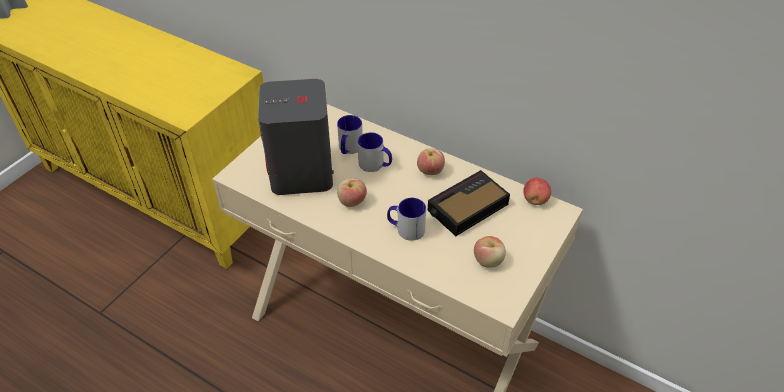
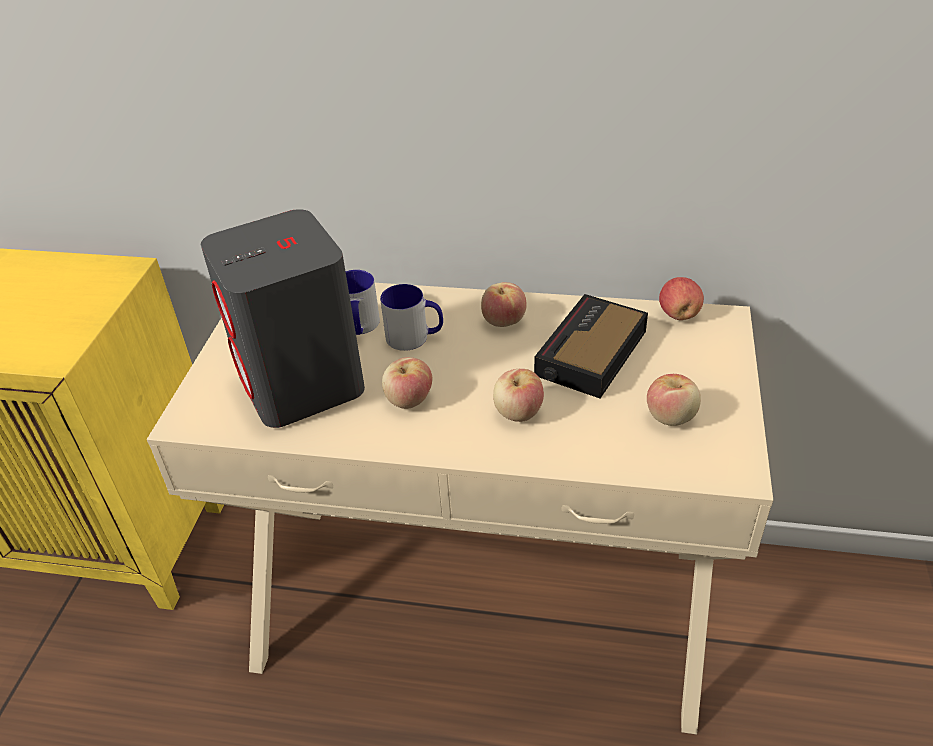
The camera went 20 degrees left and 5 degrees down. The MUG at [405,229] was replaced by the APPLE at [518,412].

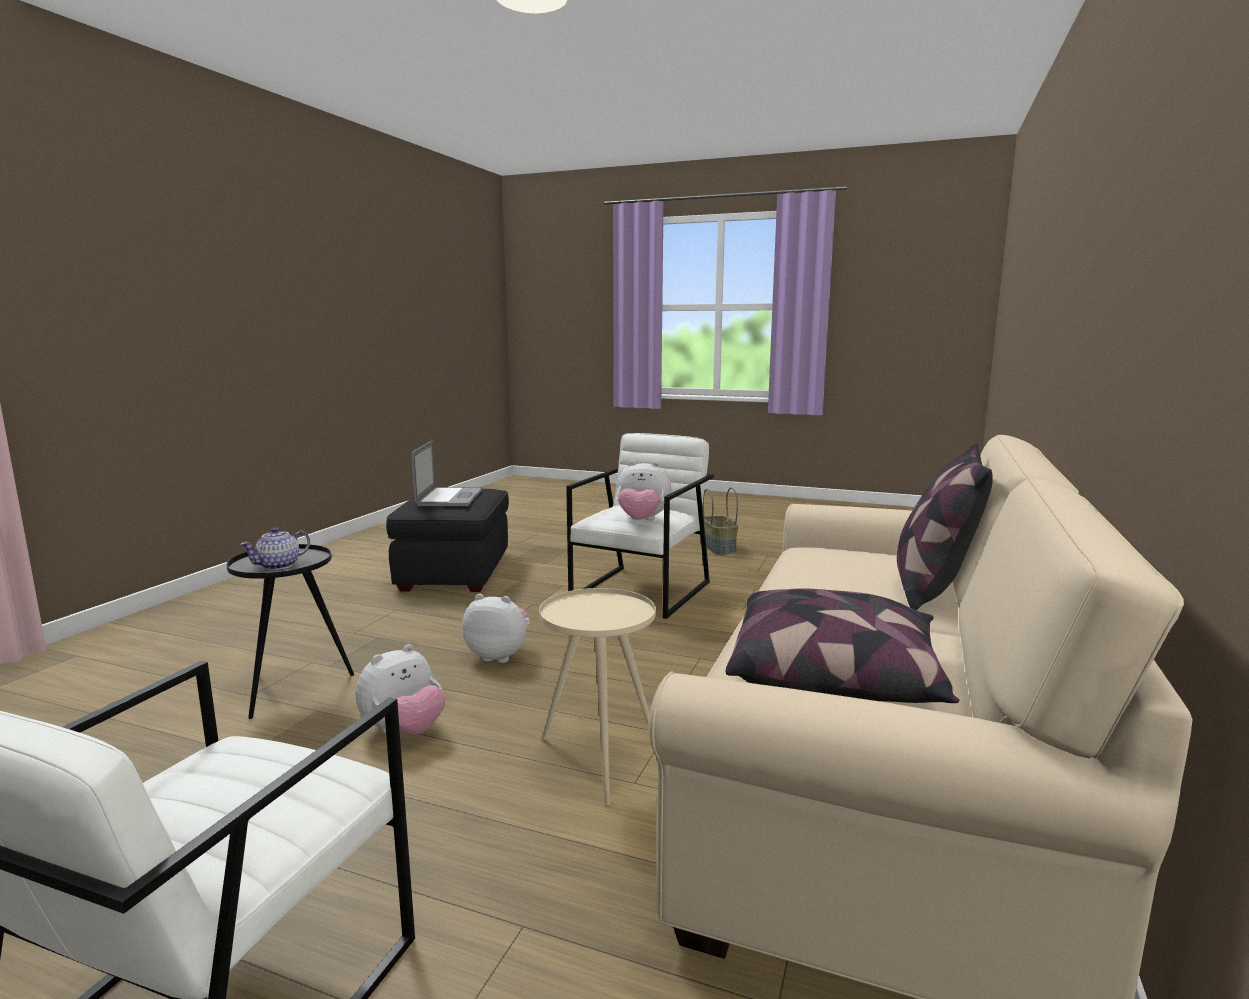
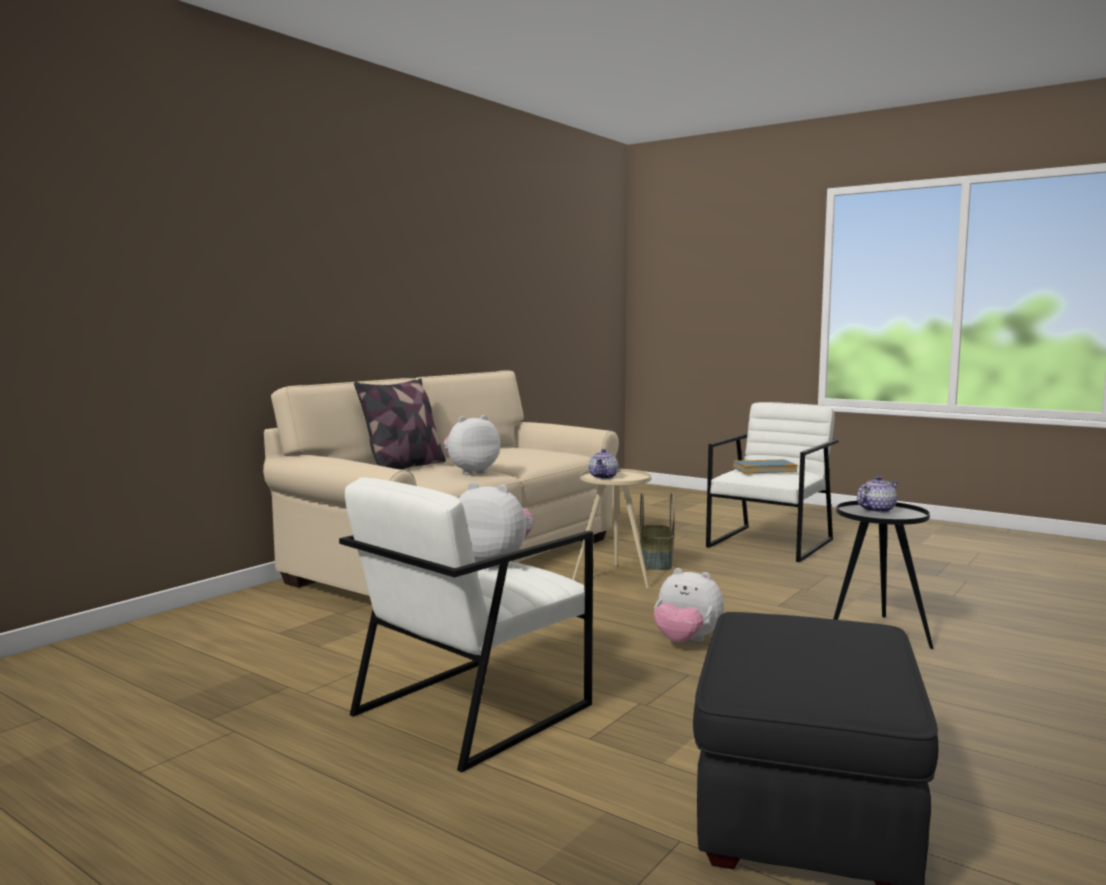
The camera went 165 degrees left and 5 degrees down. The SOFT TOY moved from [404,730] to [470,472]. The POT FOR TEA at [603,477] appeared. The HOUSEHOLD BASKET moved from [719,547] to [655,562]. The VOLUME at [764,469] appeared. The NOTEBOOK COMPUTER at [449,497] disappeared. The THROW PILLOW at [835,677] disappeared.

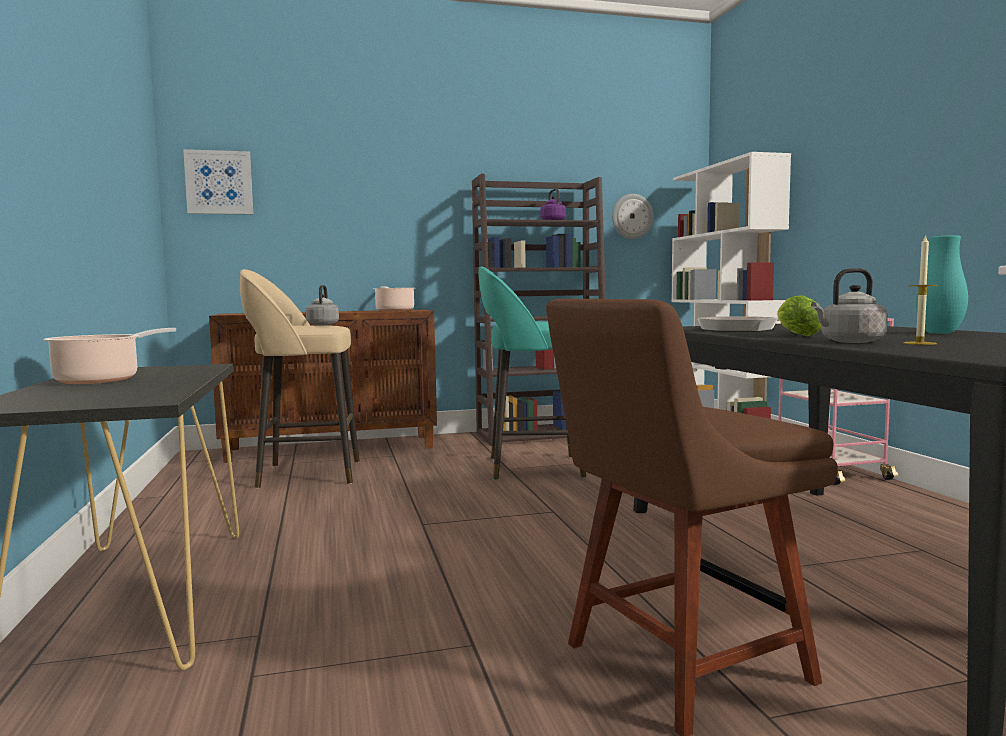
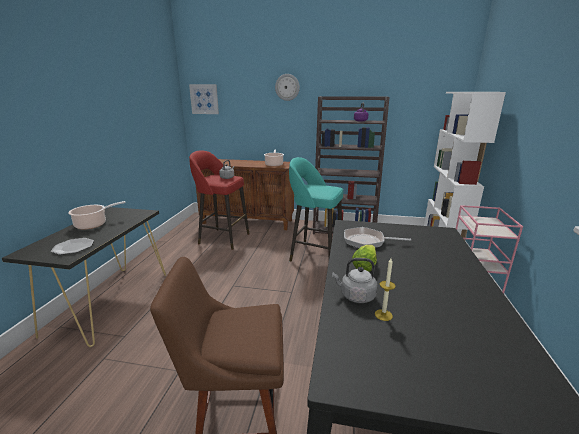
The camera went 25 degrees right and 15 degrees up. The PLATE at [73,247] appeared. The SAND-COLOURED STOOL at [306,474] became the RED-COLOURED STOOL at [223,238]. The HANGING CLOCK moved from [632,216] to [287,87]. The TURQUOISE FLOWER VASE at [939,333] disappeared.

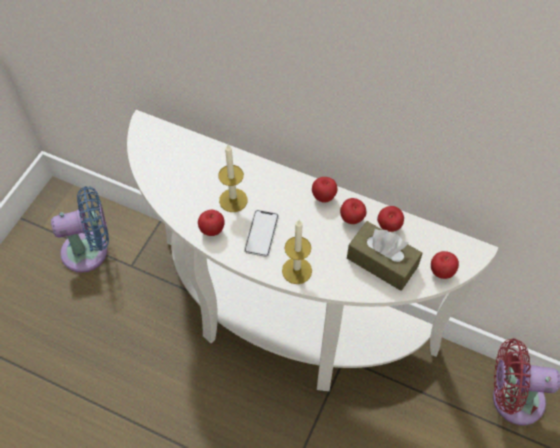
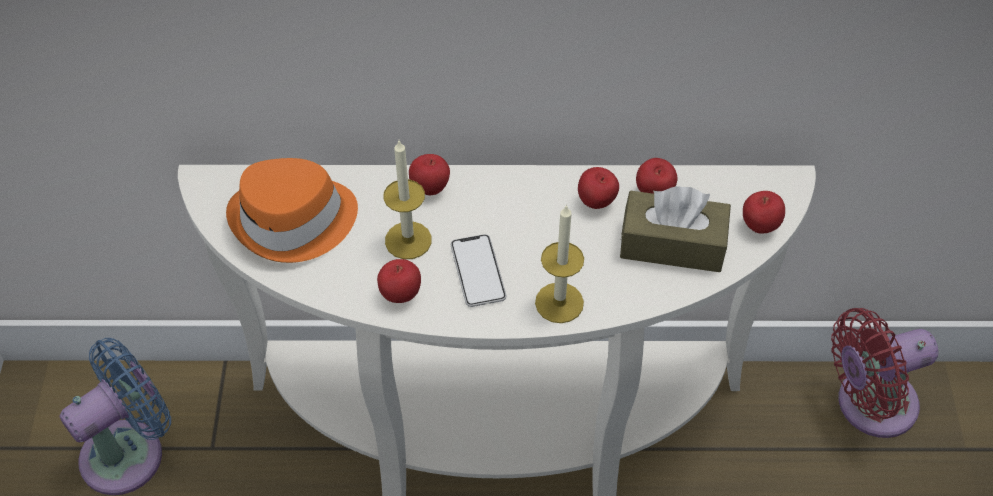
The camera went 25 degrees left and 5 degrees down. The ORANGE HAT at [294,221] appeared. The APPLE moved from [324,197] to [430,188].

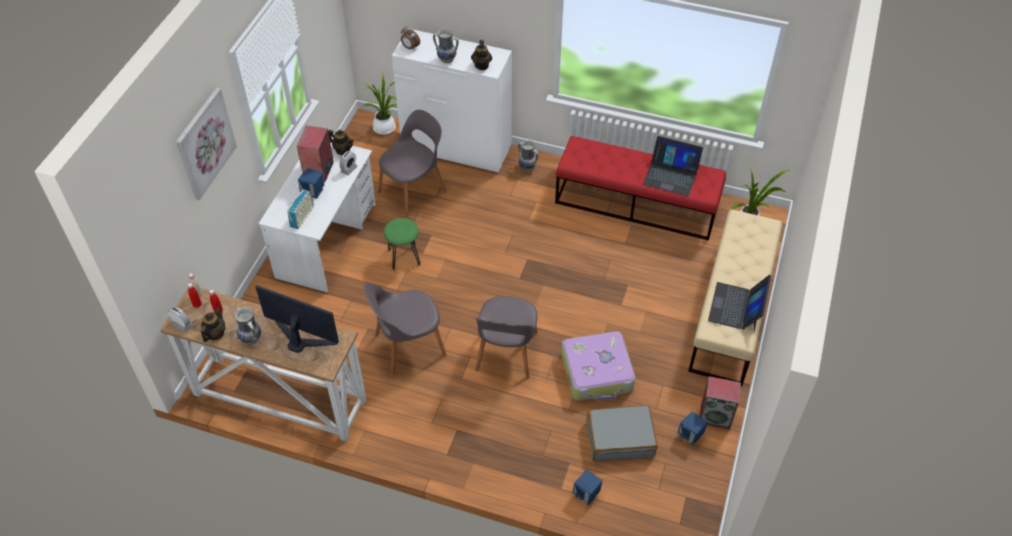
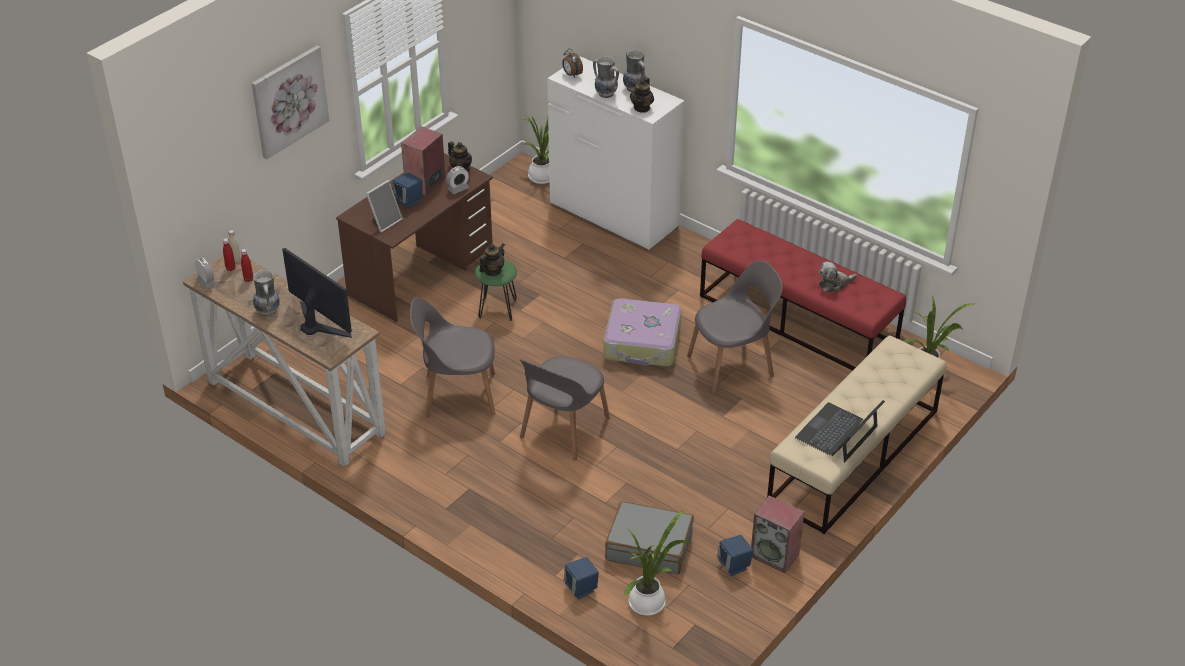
The camera went 20 degrees right and 10 degrees down. The WHITISH DESK TABLE at [327,240] became the BROWNISH DESK TABLE at [421,273]. The RADIO RECEIVER at [302,217] was replaced by the PHOTO FRAME at [384,221]. The POT FOR TEA moved from [215,334] to [492,271]. The SUITCASE moved from [597,373] to [643,343]. The FLOWER VASE moved from [527,167] to [634,88]. The HOUSEPLANT at [650,602] appeared. The GREYISH UPRIGHT CHAIR moved from [413,191] to [732,365]. The NOTEBOOK COMPUTER at [671,175] was replaced by the SOFT TOY at [834,284].

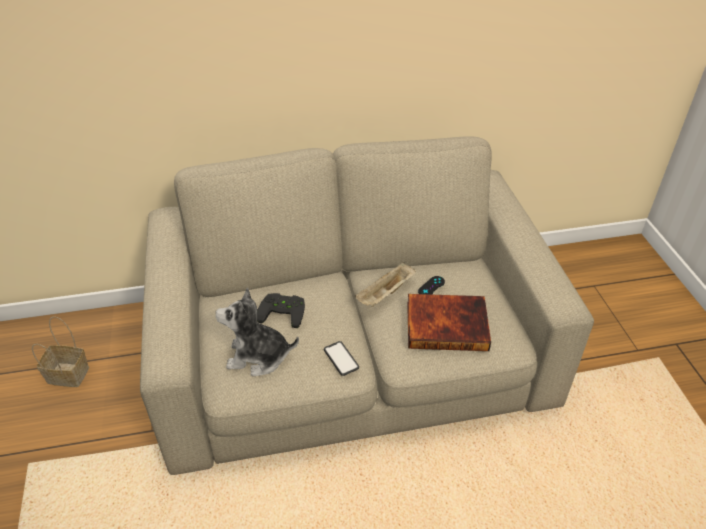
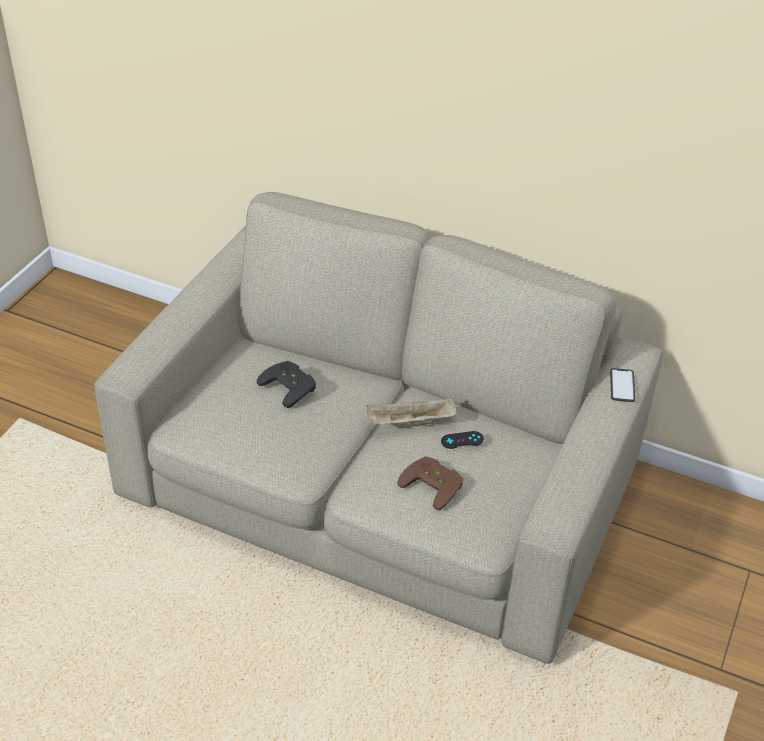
The camera went 35 degrees right and 0 degrees up. The VOLUME at [447,324] was replaced by the BROWNISH JOYPAD at [434,484]. The PHONE moved from [341,358] to [622,386]. The HOUSEHOLD BASKET at [66,375] disappeared. The SOFT TOY at [258,357] disappeared.

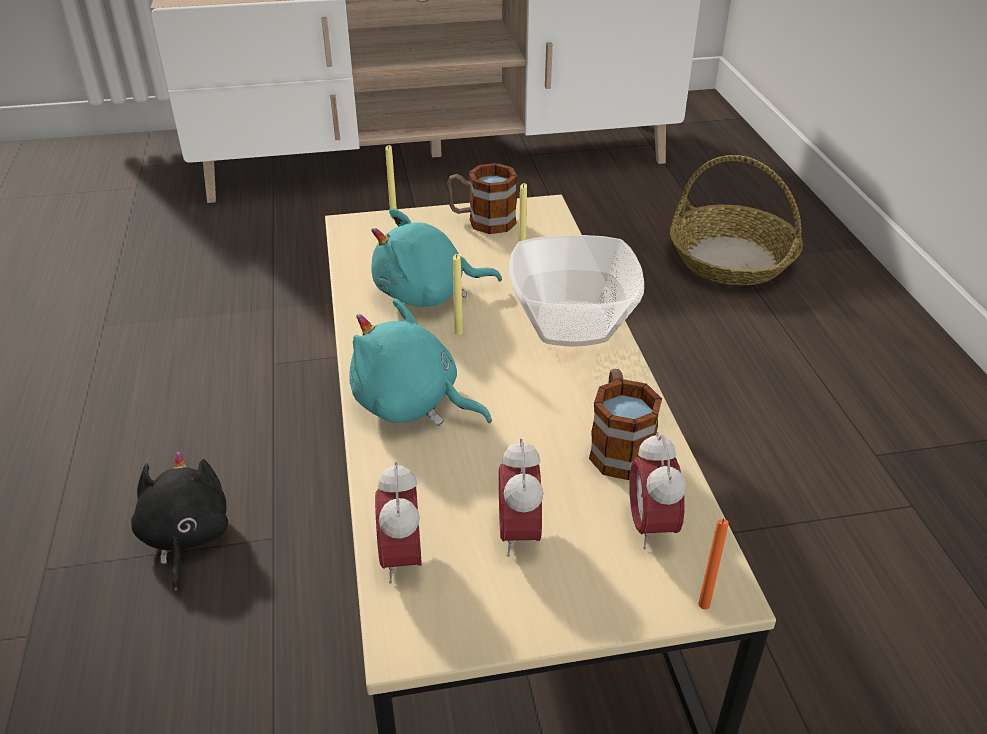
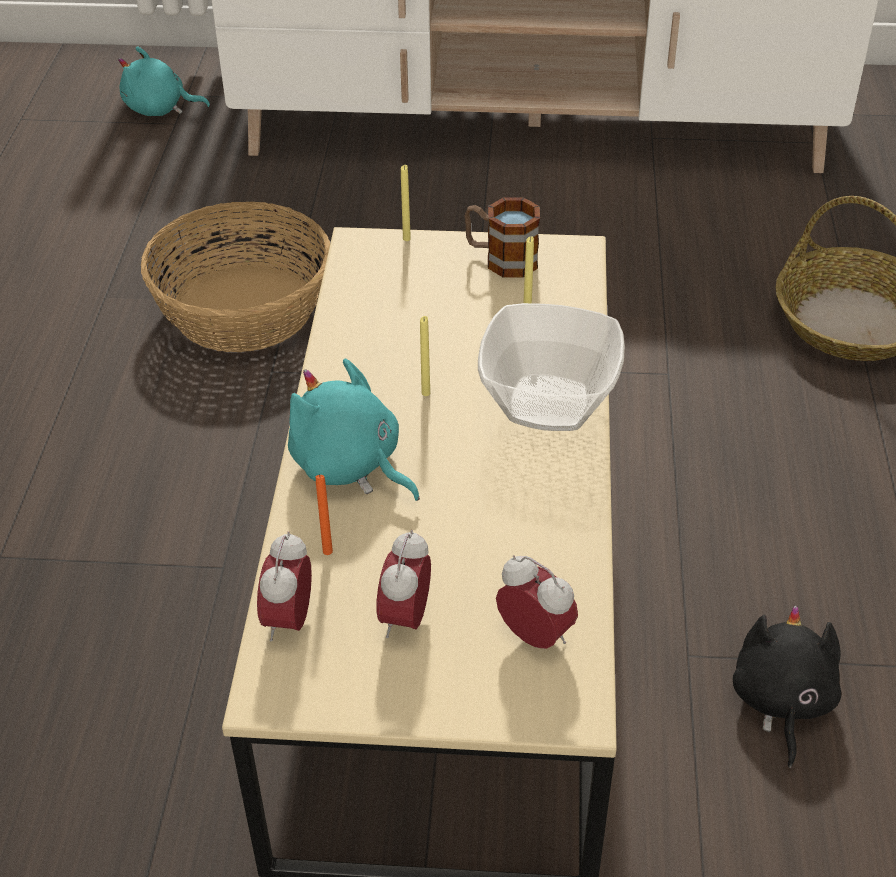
The camera went 15 degrees right and 5 degrees up. The TURQUOISE SOFT TOY moved from [427,294] to [159,109]. The HOUSEHOLD BASKET at [243,310] appeared. The ORANGE CANDLE moved from [704,604] to [327,551]. The TABLE CLOCK at [651,526] turned 120 degrees clockwise. The BLACKISH SOFT TOY moved from [185,537] to [781,701]. The MUG at [618,446] disappeared.

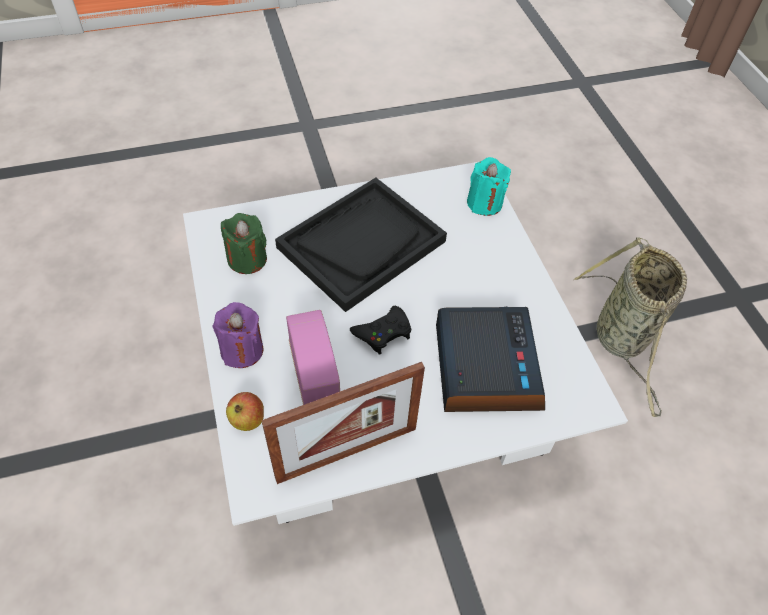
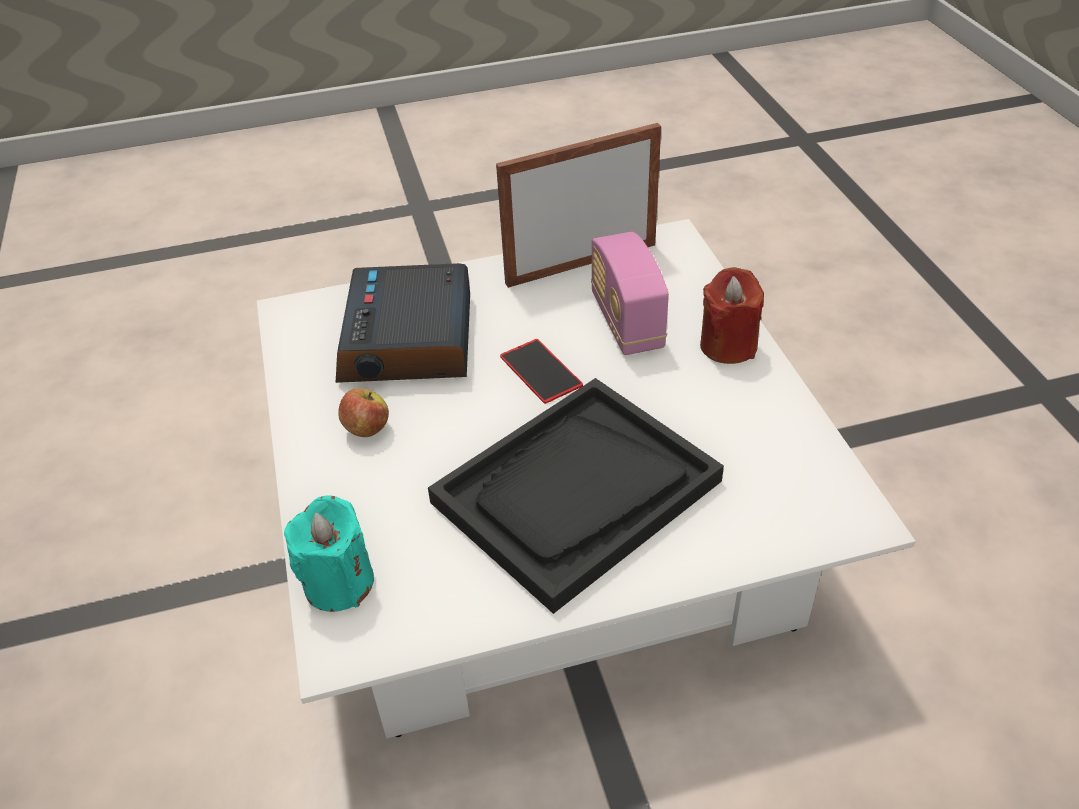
The camera went 175 degrees left and 10 degrees down. The APPLE moved from [247,420] to [366,429]. The BLACKISH JOYPAD at [383,333] was replaced by the PHONE at [540,371]. The PURPLISH CANDLE at [242,350] became the RED-COLOURED CANDLE at [728,345]. The GREEN-COLOURED CANDLE at [247,259] disappeared. The HOUSEHOLD BASKET at [622,340] disappeared.

